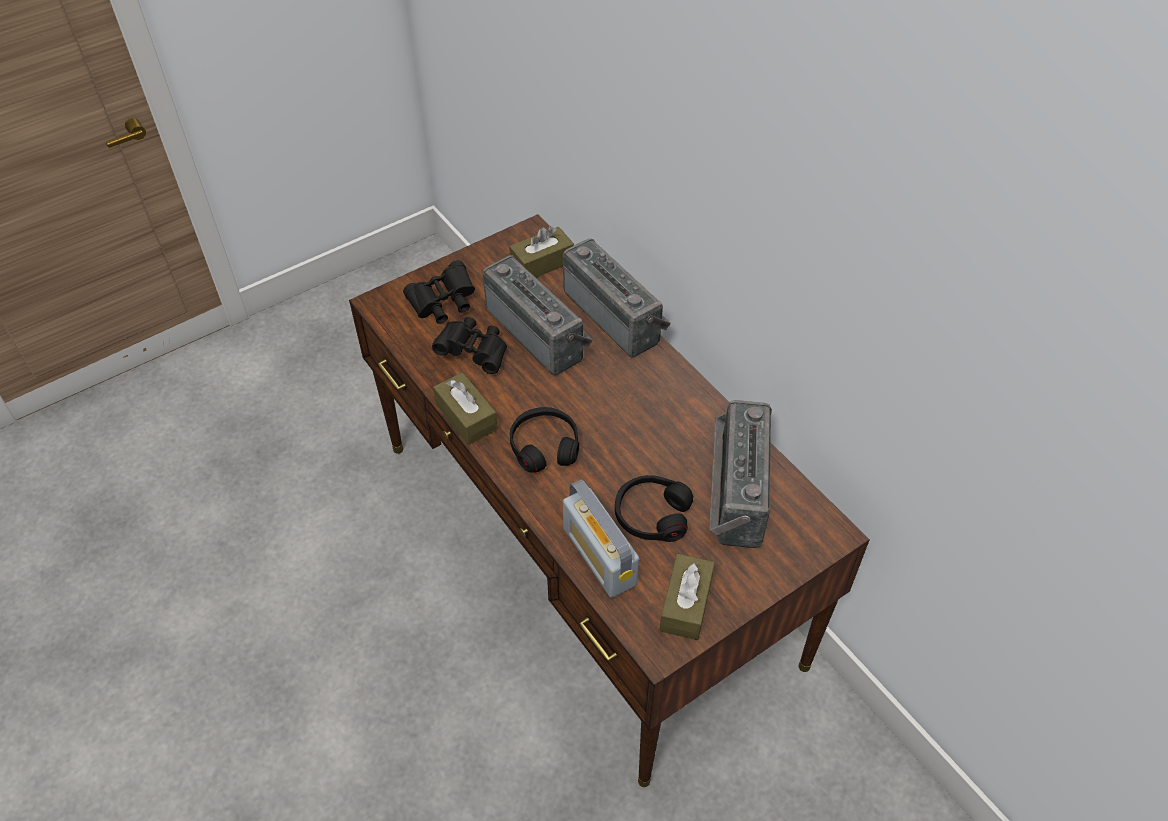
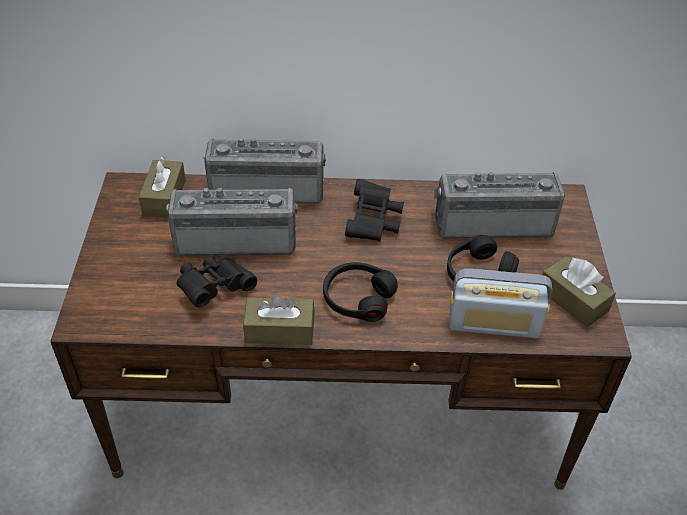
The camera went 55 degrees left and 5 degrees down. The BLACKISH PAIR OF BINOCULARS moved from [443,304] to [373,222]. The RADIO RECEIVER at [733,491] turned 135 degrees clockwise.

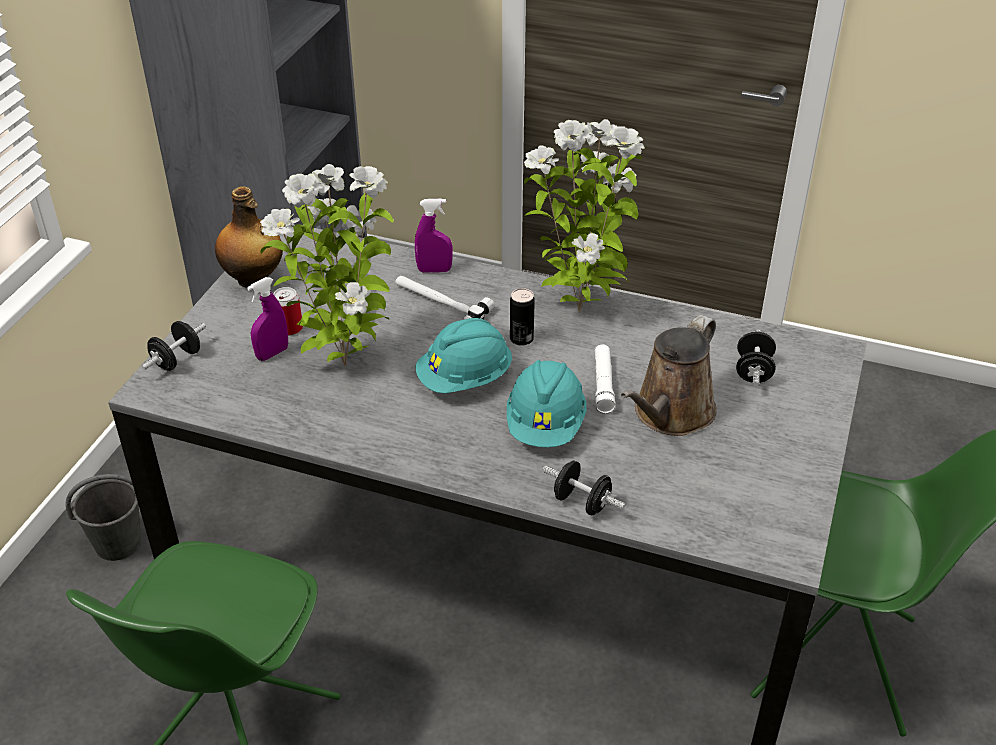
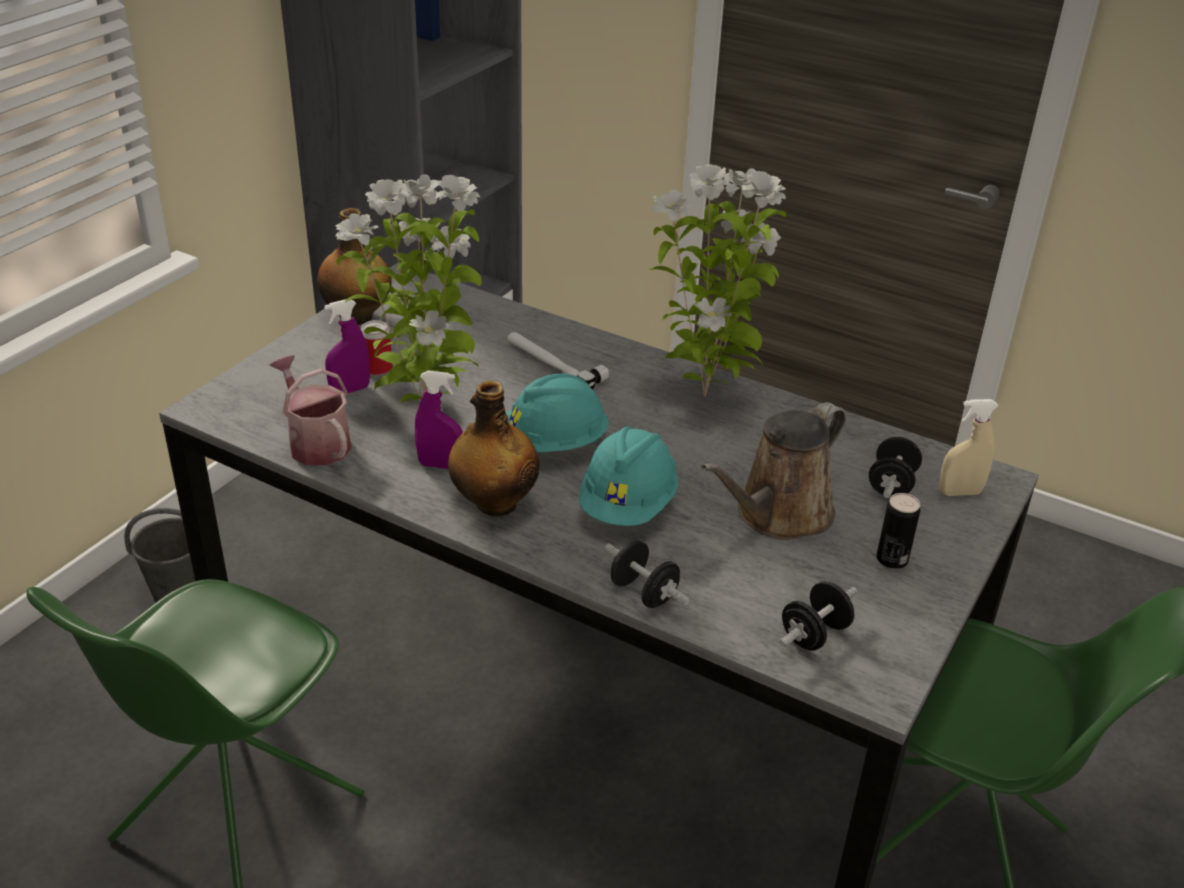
The camera went 10 degrees right and 5 degrees down. The WATERING POT at [315,442] appeared. The PURPLISH HAND SPRAYER moved from [434,270] to [440,465]. The BEVERAGE BOTTLE at [494,503] appeared. The BLACKISH HAND WEIGHT moved from [177,360] to [814,634]. The METAL CAN moved from [521,339] to [892,559]. The SAND-COLOURED HAND SPRAYER at [959,492] appeared. The WHITISH HAND TORCH at [603,384] disappeared.

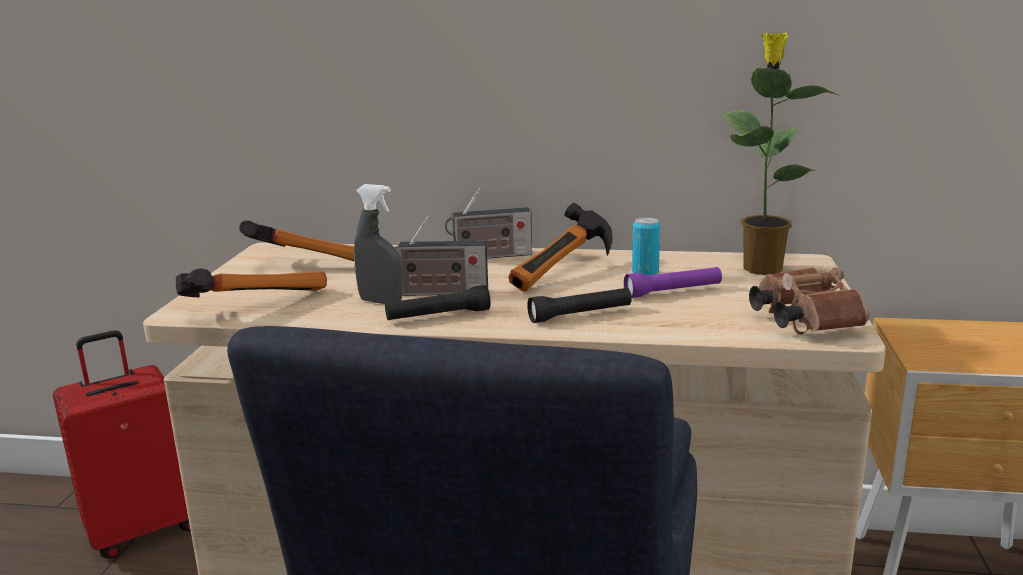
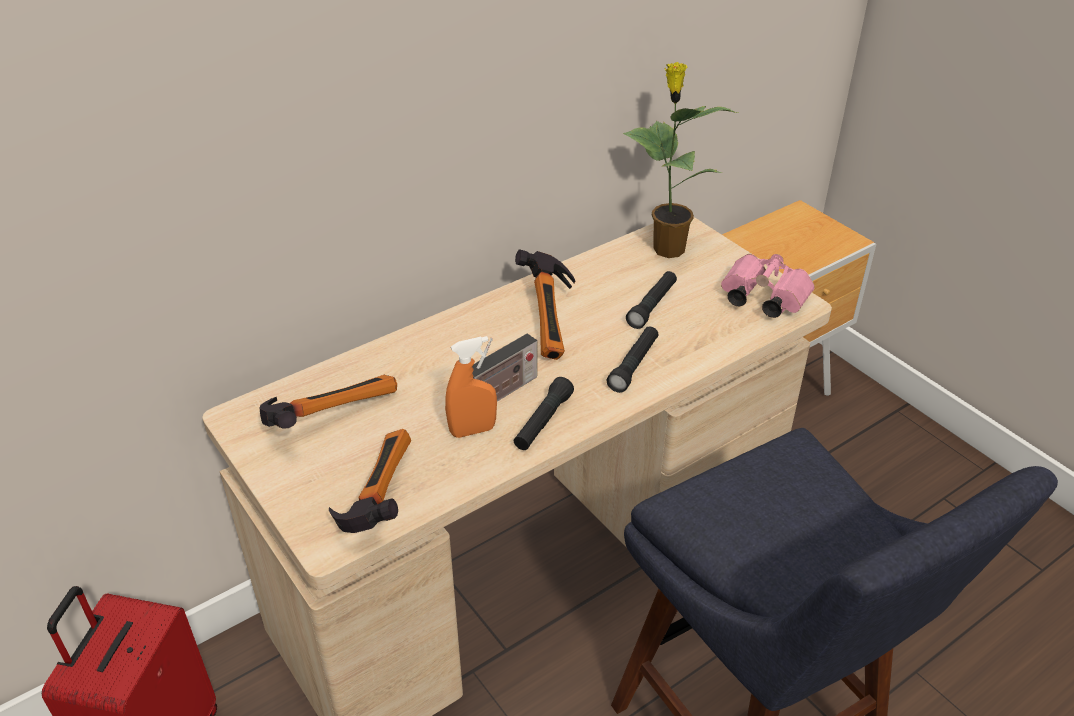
The camera went 45 degrees left and 20 degrees up. The GREYISH HAND SPRAYER at [381,301] became the ORANGE HAND SPRAYER at [472,430]. The PURPLISH HAND TORCH at [673,291] became the BLACKISH HAND TORCH at [652,306]. The BROWNISH PAIR OF BINOCULARS at [801,320] became the PINK PAIR OF BINOCULARS at [761,299]. The RADIO RECEIVER at [489,256] disappeared. The METAL CAN at [645,273] disappeared.

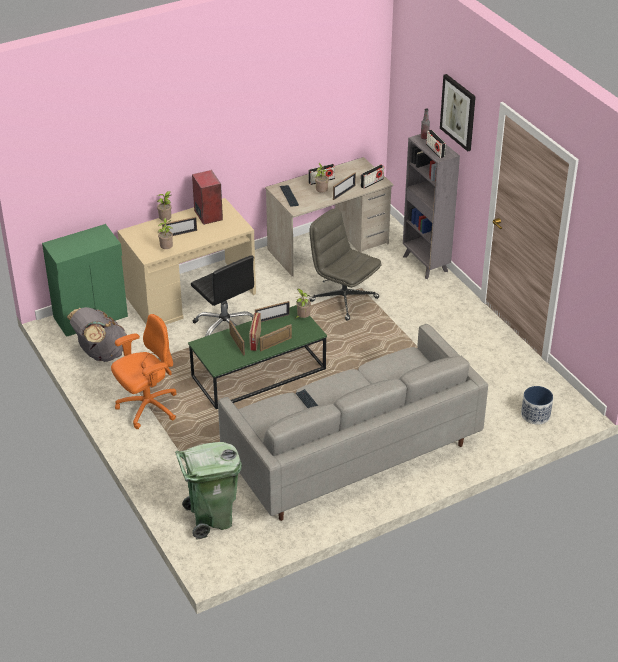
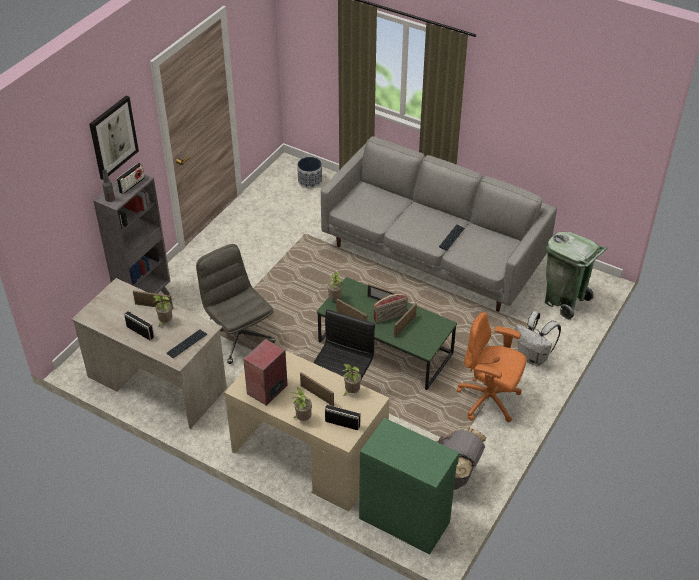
The camera went 120 degrees left and 5 degrees up. The GREYISH OFFICE CHAIR at [343,299] turned 135 degrees clockwise. The RADIO RECEIVER moved from [372,183] to [342,423]. The WHITISH KNAPSACK at [533,357] appeared.

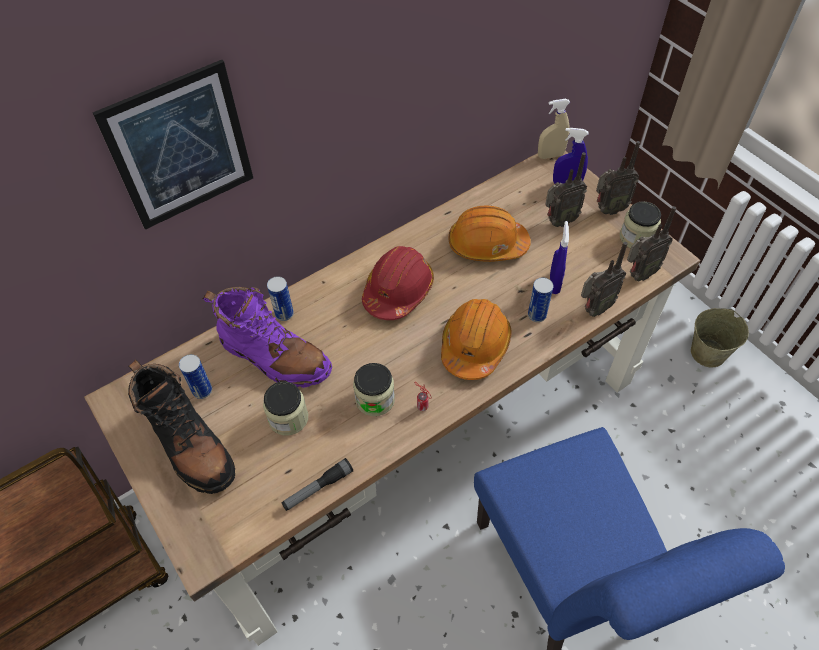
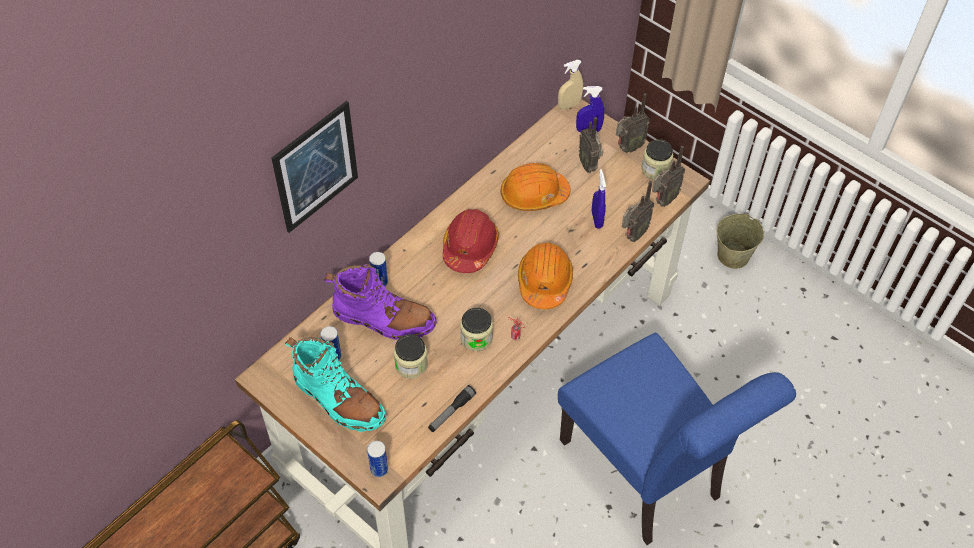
The camera went 15 degrees left and 0 degrees up. The BLACKISH TALL BOOT at [190,444] became the TURQUOISE TALL BOOT at [338,399]. The METAL CAN moved from [537,315] to [379,469]. The RADIO RECEIVER at [558,221] turned 105 degrees clockwise.

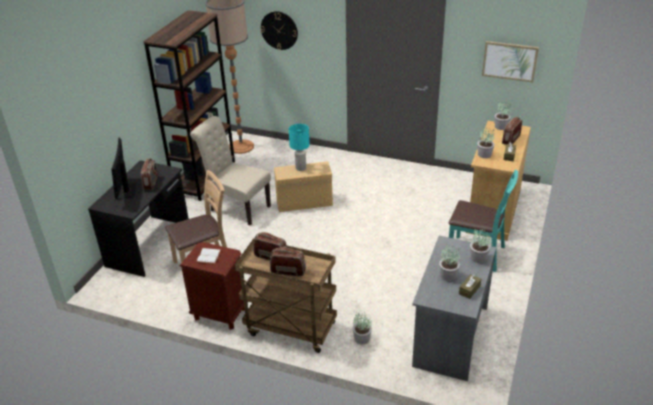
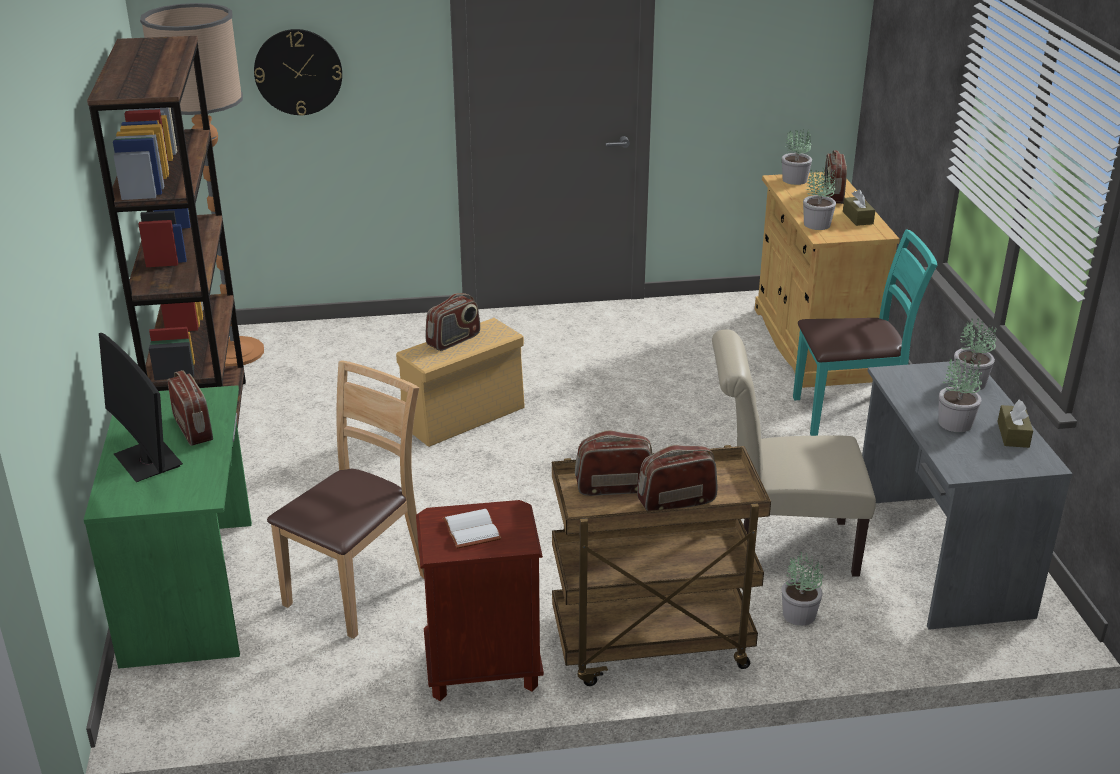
The camera went 30 degrees left and 5 degrees down. The BLACKISH DESK TABLE at [149,245] became the GREEN-COLOURED DESK TABLE at [192,589]. The TURQUOISE TABLETOP LAMP at [301,168] was replaced by the RADIO RECEIVER at [453,340]. The SAND-COLOURED UPRIGHT CHAIR moved from [237,207] to [779,547]. The WALL ART at [509,61] disappeared.

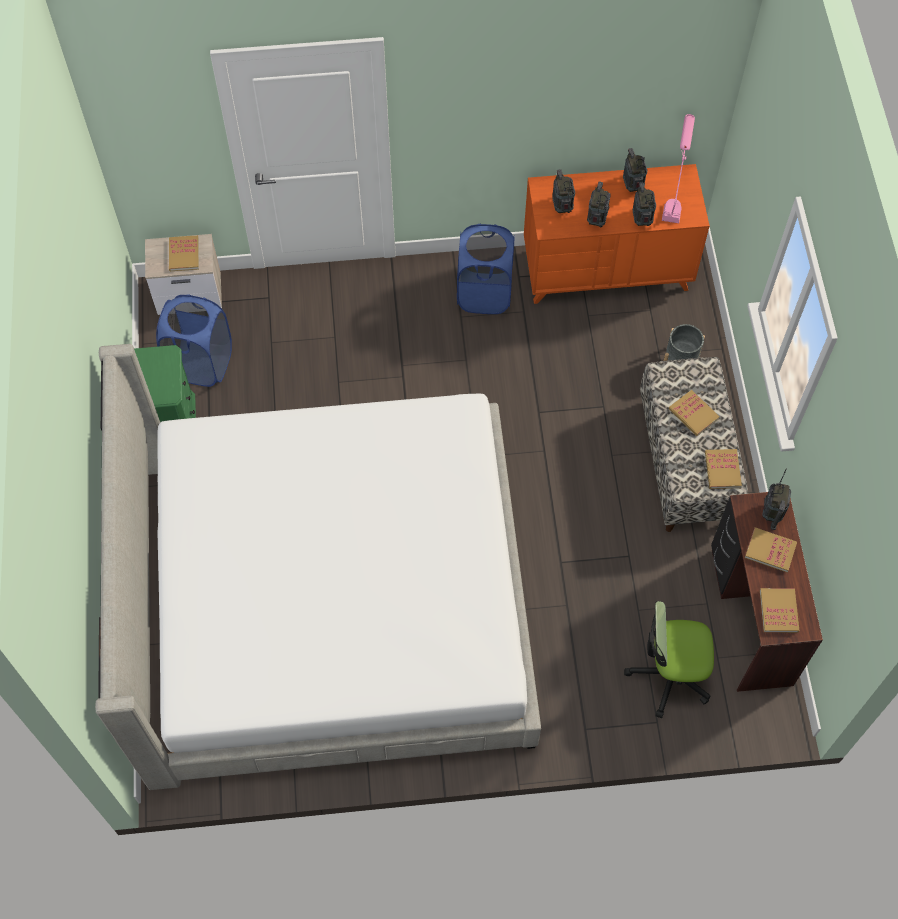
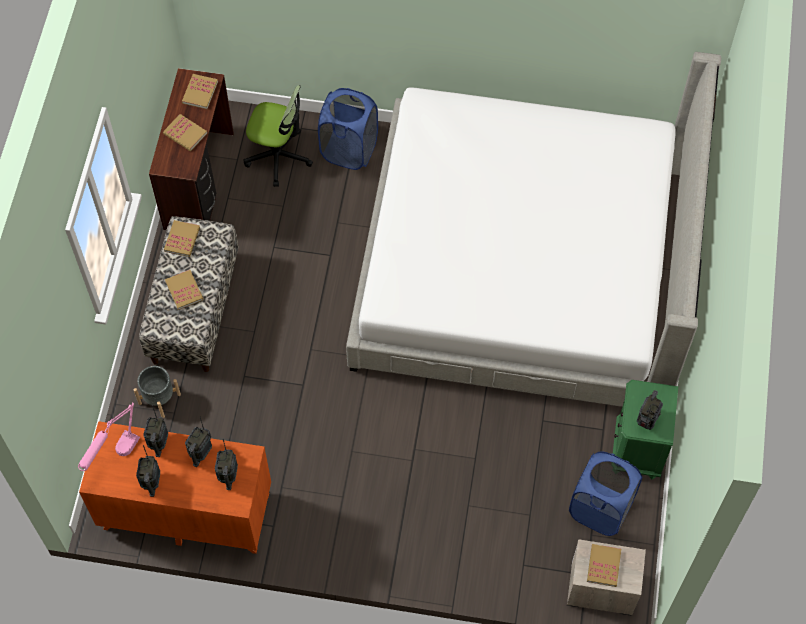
The camera went 165 degrees left and 0 degrees up. The BLUISH WASHING BASKET moved from [484,293] to [349,150]. The RADIO RECEIVER moved from [771,513] to [647,421].

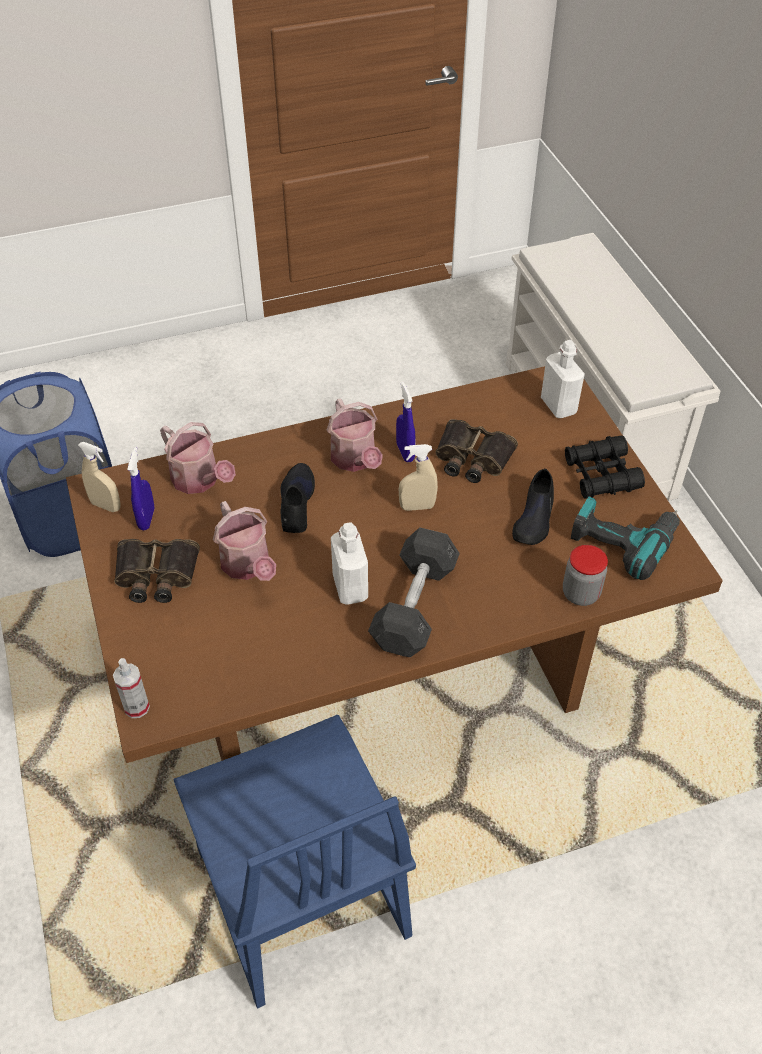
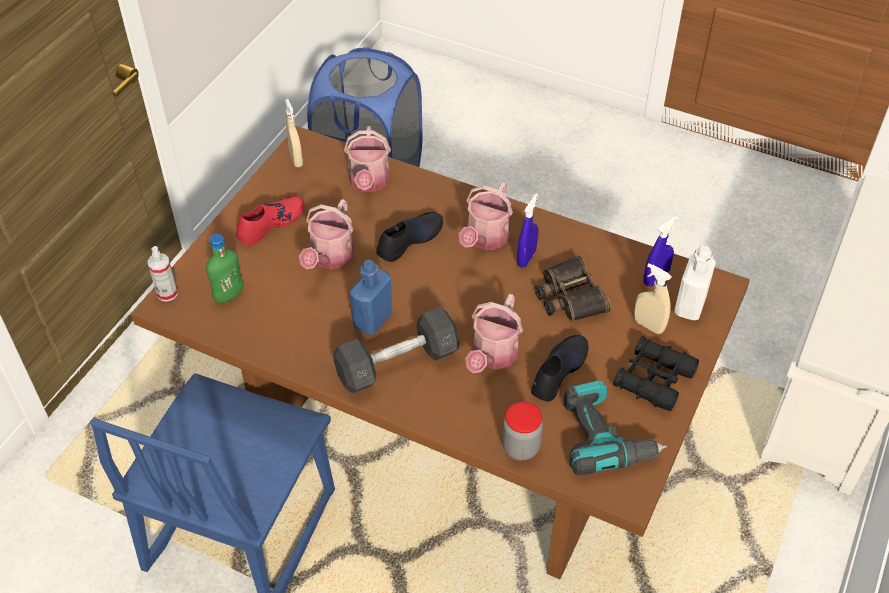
The camera went 45 degrees right and 0 degrees up. The GREEN-COLOURED BEVERAGE BOTTLE at [229,295] appeared. The PAIR OF BINOCULARS at [156,576] was replaced by the RED-COLOURED ITEM OF FOOTWEAR at [271,224]. The WHITISH BEVERAGE BOTTLE at [350,587] became the BLUISH BEVERAGE BOTTLE at [373,320]. The WATERING POT at [492,356] appeared. The BLACKISH ITEM OF FOOTWEAR at [534,518] turned 150 degrees clockwise. The SAND-COLOURED HAND SPRAYER moved from [417,507] to [648,325]. The BLUISH HAND SPRAYER moved from [146,519] to [655,278].

